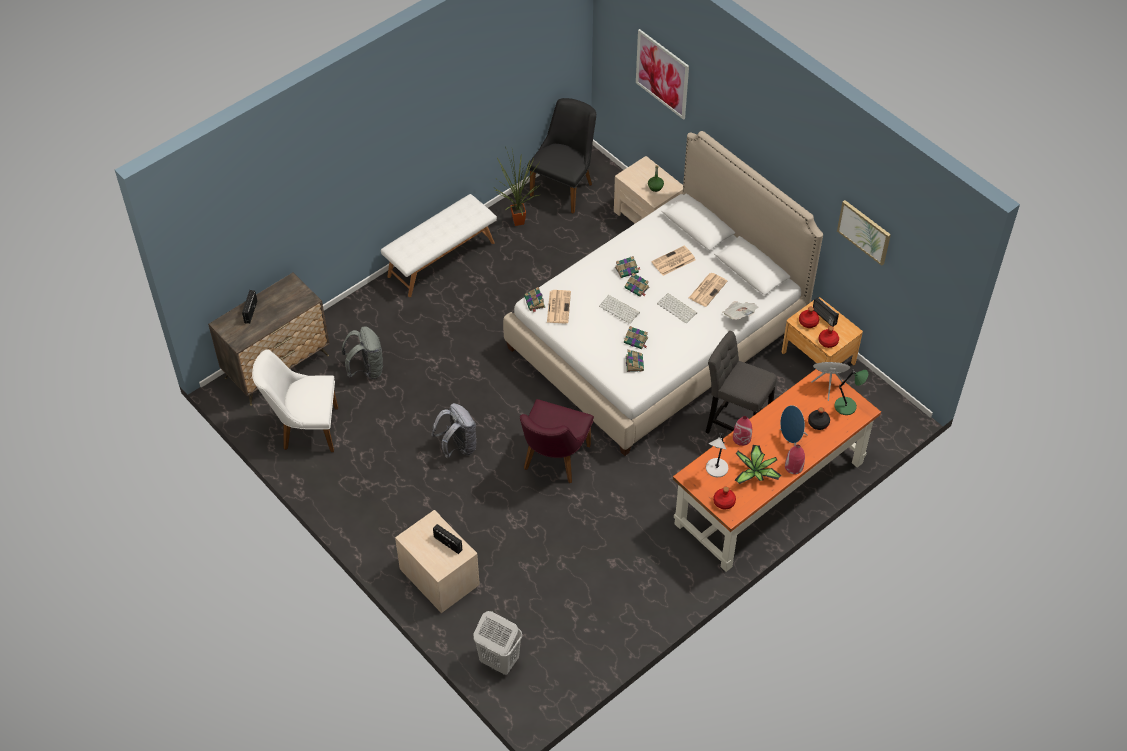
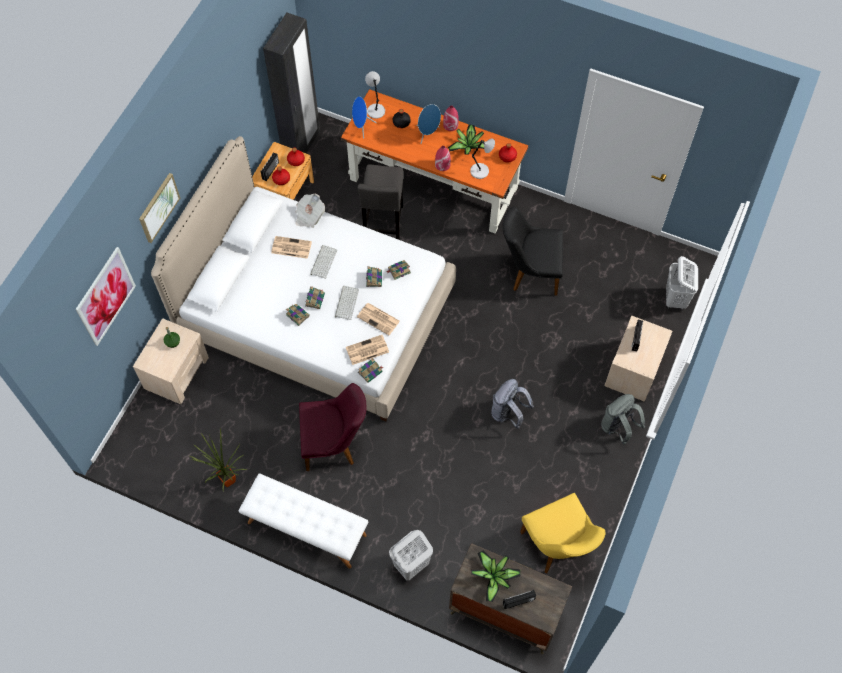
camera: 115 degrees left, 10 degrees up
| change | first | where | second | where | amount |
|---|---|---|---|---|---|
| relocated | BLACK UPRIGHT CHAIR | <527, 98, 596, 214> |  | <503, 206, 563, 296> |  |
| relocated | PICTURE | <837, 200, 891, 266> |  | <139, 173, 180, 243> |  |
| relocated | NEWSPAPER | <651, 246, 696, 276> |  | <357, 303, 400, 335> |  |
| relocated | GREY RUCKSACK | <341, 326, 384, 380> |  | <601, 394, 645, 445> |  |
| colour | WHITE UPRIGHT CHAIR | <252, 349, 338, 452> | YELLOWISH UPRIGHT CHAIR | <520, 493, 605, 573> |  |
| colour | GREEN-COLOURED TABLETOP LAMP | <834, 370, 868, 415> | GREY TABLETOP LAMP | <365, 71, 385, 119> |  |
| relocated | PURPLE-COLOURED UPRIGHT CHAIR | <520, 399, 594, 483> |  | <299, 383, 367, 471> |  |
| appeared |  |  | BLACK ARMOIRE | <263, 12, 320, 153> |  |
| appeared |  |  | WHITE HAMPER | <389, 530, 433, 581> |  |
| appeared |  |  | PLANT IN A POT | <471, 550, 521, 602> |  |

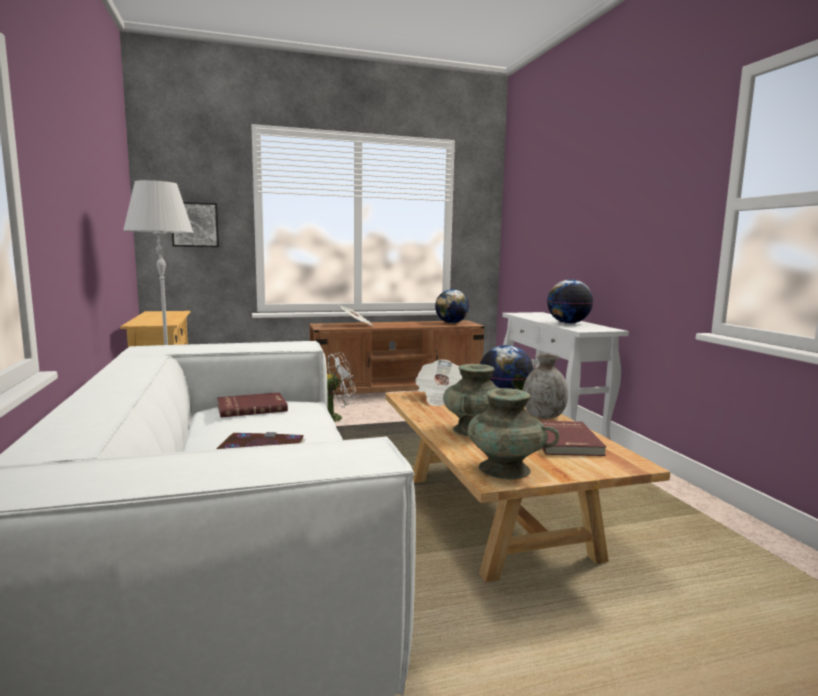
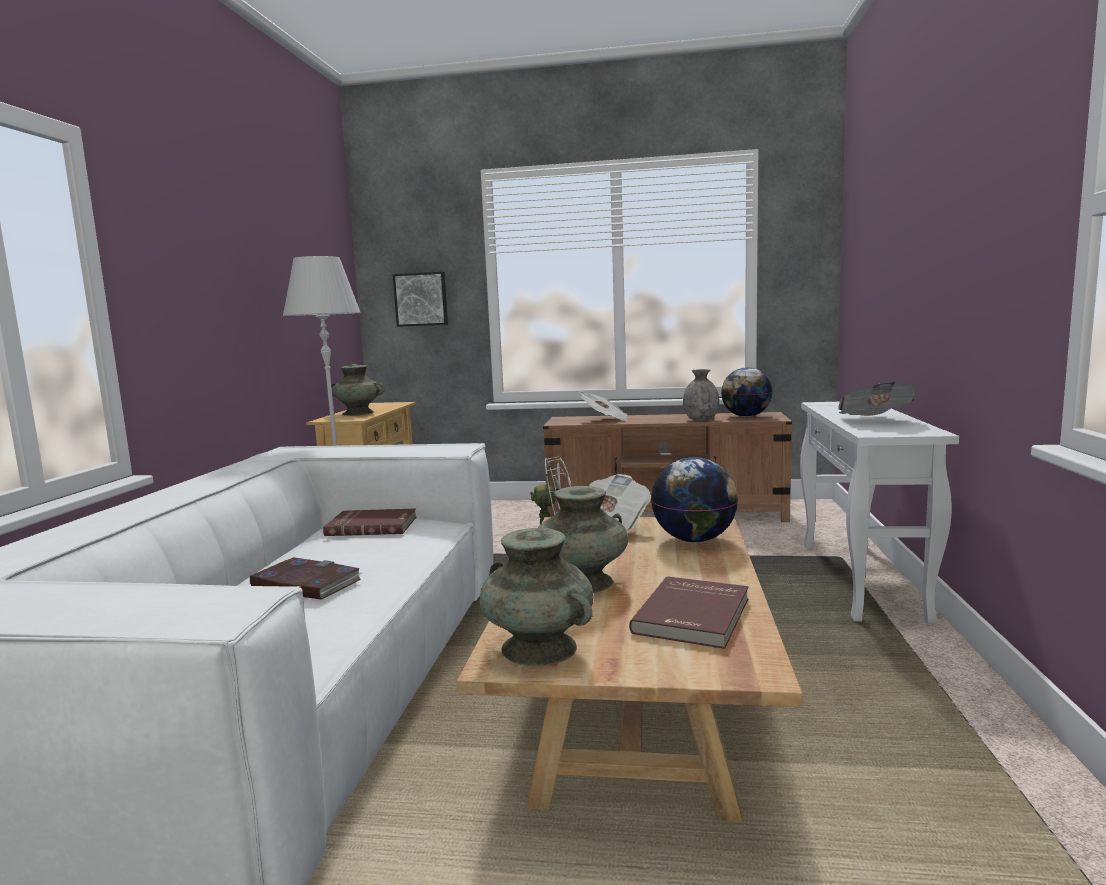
camera: 25 degrees right, 0 degrees up
| change | first | where | second | where | amount |
|---|---|---|---|---|---|
| exchanged | GLOBE | <547, 279, 593, 324> | NEWSPAPER | <838, 382, 915, 416> |  |
| relocated | GREY DECORATIVE VASE | <523, 354, 568, 419> |  | <683, 369, 719, 421> |  |
| appeared |  |  | BLUE-GREEN DECORATIVE VASE | <331, 364, 385, 415> |  |

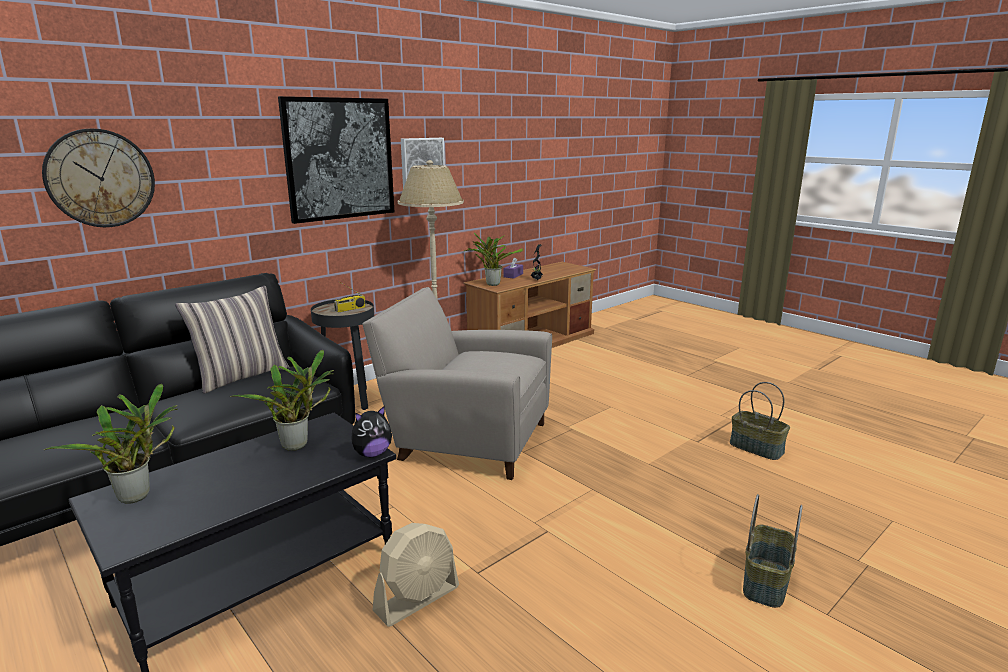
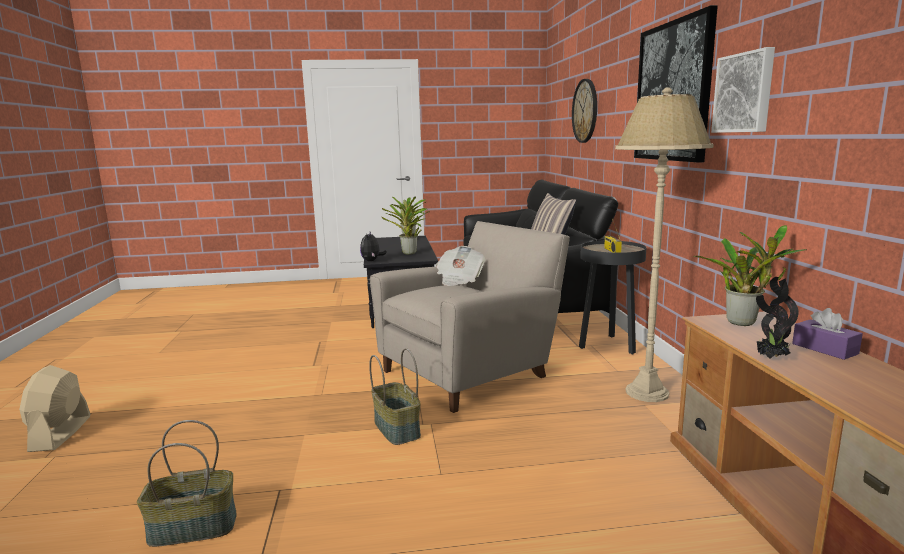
camera: 125 degrees right, 5 degrees down
| change | first | where | second | where | amount |
|---|---|---|---|---|---|
| relocated | STORAGE BASKET | <743, 494, 803, 608> |  | <369, 348, 421, 445> |  |
| relocated | SAND-COLOURED COOLING FAN | <373, 523, 459, 627> |  | <19, 365, 90, 452> |  |
| appeared |  |  | NEWSPAPER | <436, 246, 486, 286> |  |

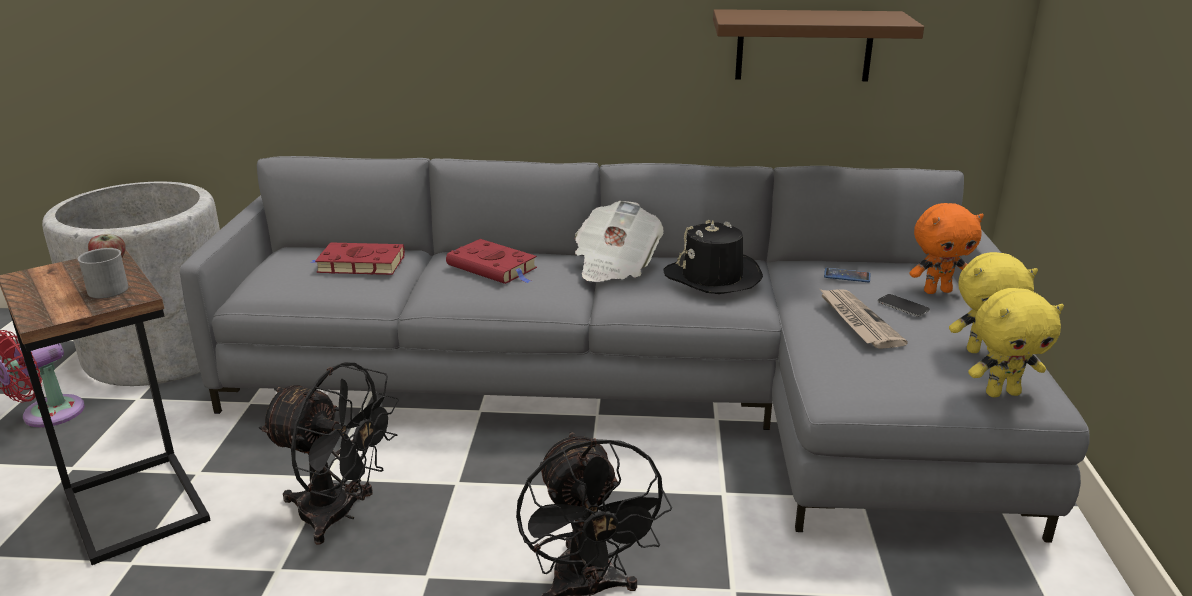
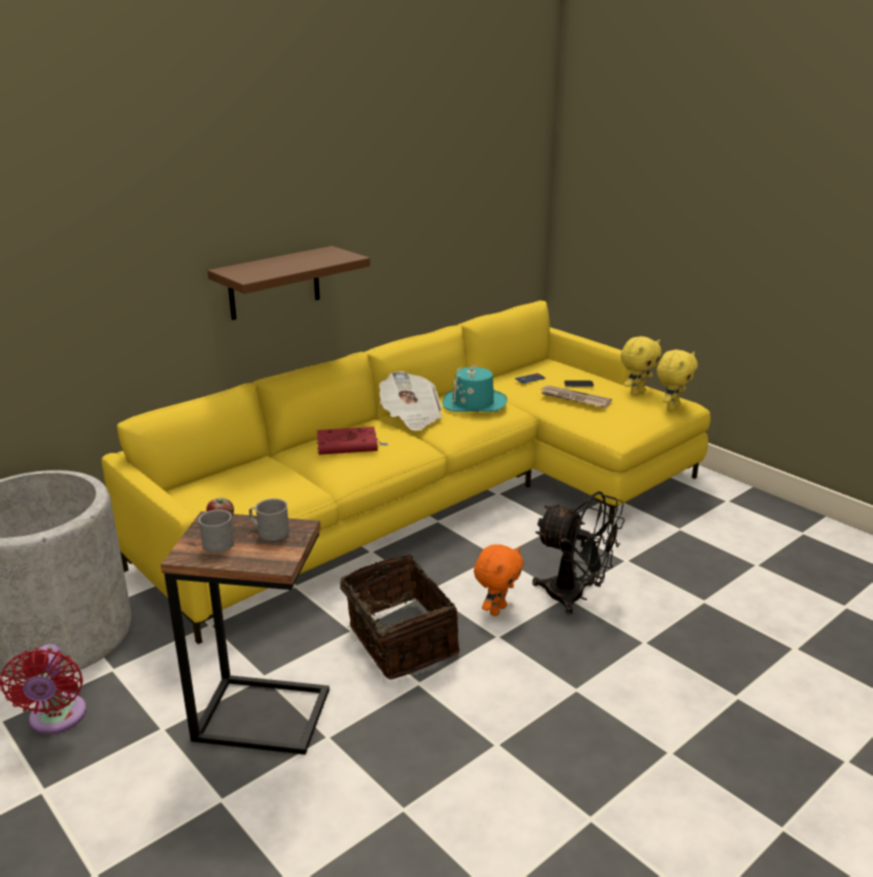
camera: 45 degrees left, 0 degrees up
| change | first | where | second | where | amount |
|---|---|---|---|---|---|
| relocated | BROWNISH BRACKET SHELF | <713, 9, 924, 81> |  | <208, 246, 370, 320> |  |
| colour | GREY COUCH | <180, 156, 1090, 543> | YELLOWISH COUCH | <101, 300, 711, 644> |  |
| relocated | ORANGEY SOFT TOY | <909, 203, 984, 294> |  | <474, 544, 524, 616> |  |
| colour | BLACK CLOTHING HAT | <663, 220, 763, 294> | BLUE-GREEN CLOTHING HAT | <443, 365, 507, 412> |  |
| missing | RED VOLUME | <310, 242, 405, 275> |  |  |  |
| exchanged | BLACK COOLING FAN | <259, 362, 399, 545> | STORAGE BASKET | <340, 554, 460, 680> |  |
| appeared |  |  | GREY TEA MUG | <198, 510, 234, 553> |  |

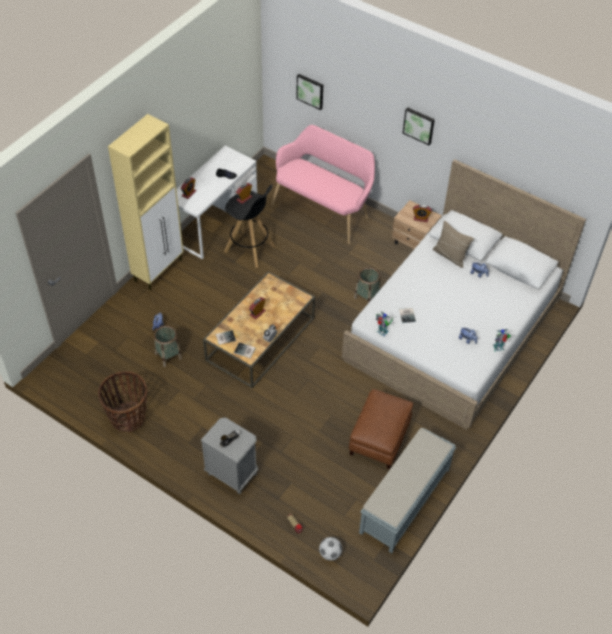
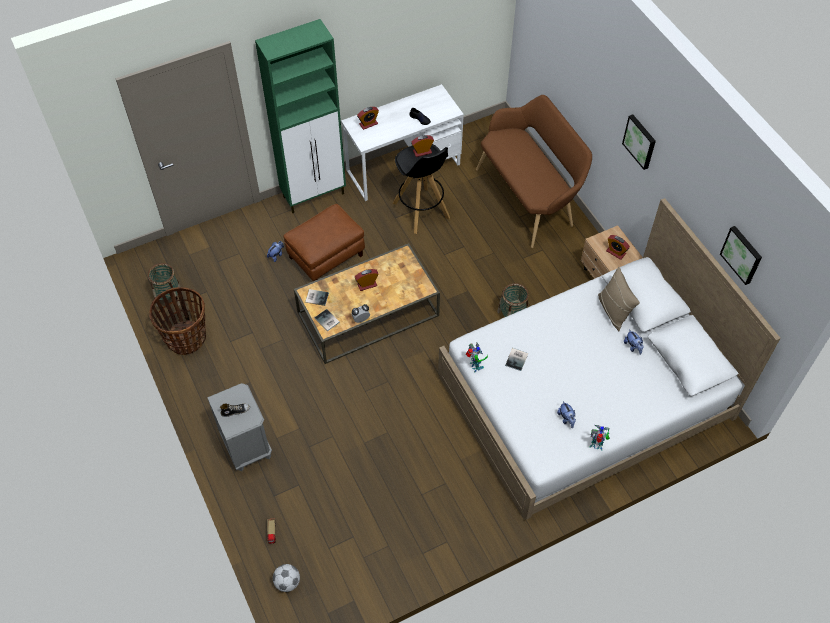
camera: 30 degrees right, 5 degrees up
| change | first | where | second | where | amount |
|---|---|---|---|---|---|
| relocated | PICTURE | <296, 74, 323, 110> |  | <720, 226, 762, 285> |  |
| colour | SAND-COLOURED CUPBOARD | <108, 114, 184, 291> | GREEN-COLOURED CUPBOARD | <255, 19, 346, 213> |  |
| colour | PINK-COLOURED INDOOR BENCH | <271, 125, 375, 244> | BROWNISH INDOOR BENCH | <476, 95, 592, 248> |  |
| relocated | STORAGE BASKET | <154, 326, 182, 367> |  | <148, 263, 181, 307> |  |
| relocated | BROWNISH FOOTREST | <349, 389, 413, 469> |  | <284, 204, 365, 281> |  |
| missing | GREY INDOOR BENCH | <359, 428, 456, 553> |  |  |  |

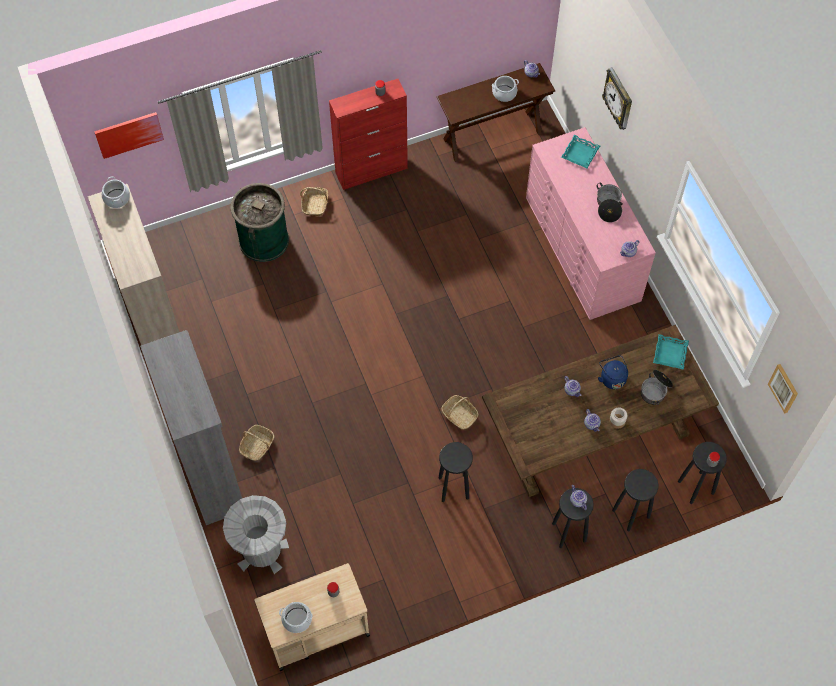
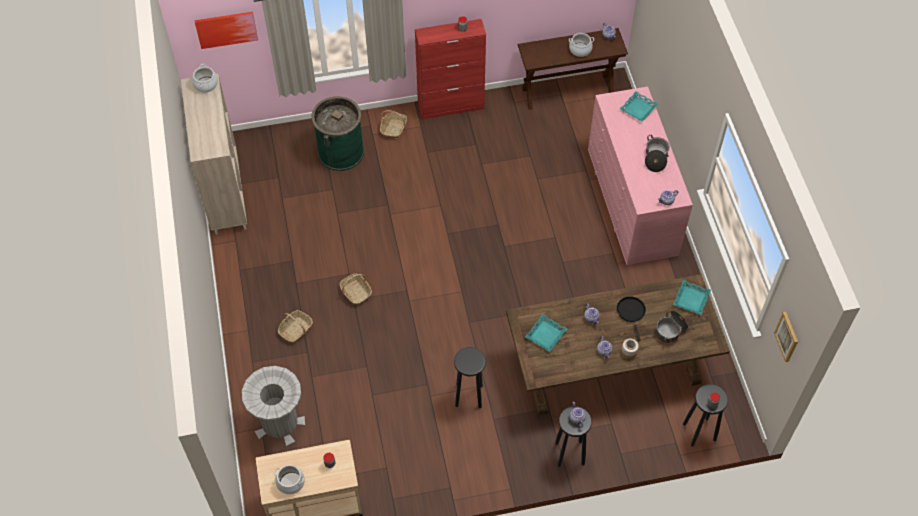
camera: 10 degrees right, 5 degrees down
| change | first | where | second | where | amount |
|---|---|---|---|---|---|
| missing | WALL CLOCK | <602, 67, 632, 130> |  |  |  |
| missing | GREY BOOKSHELF | <140, 330, 242, 525> |  |  |  |
| exchanged | BLUE WATER KETTLE | <598, 355, 628, 389> | BLACK FRYING PAN | <617, 296, 646, 341> |  |
| relocated | STORAGE BASKET | <441, 395, 479, 430> |  | <340, 273, 372, 305> |  |
| missing | BLACK STOOL | <612, 469, 659, 531> |  |  |  |
| appeared |  |  | BLUE-GREEN SERVING TRAY | <525, 314, 567, 352> |  |

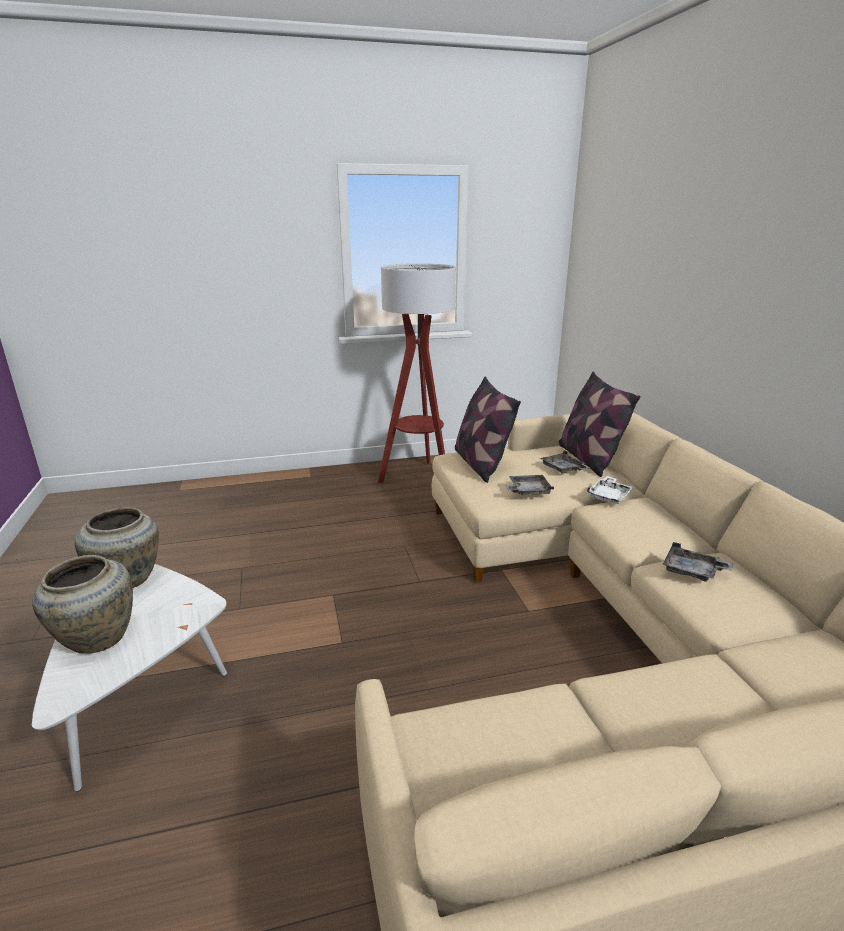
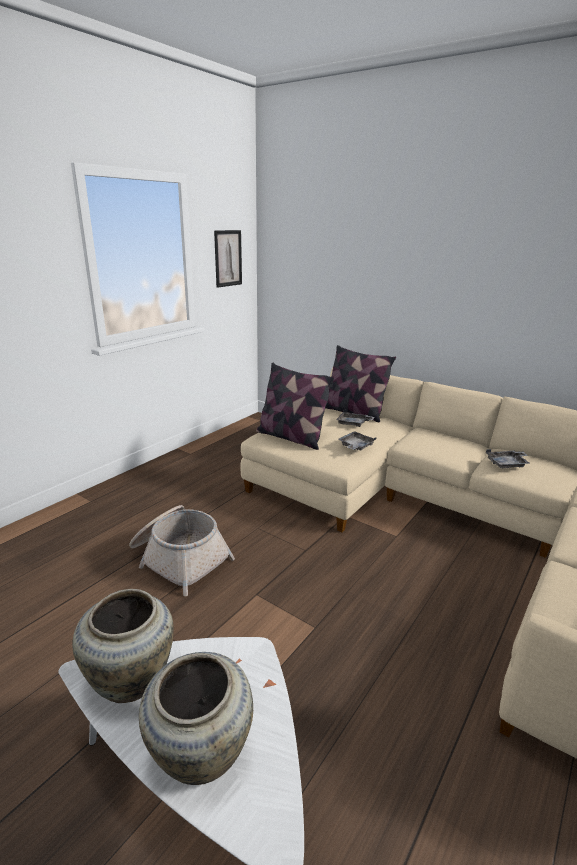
camera: 40 degrees left, 0 degrees up
| change | first | where | second | where | amount |
|---|---|---|---|---|---|
| missing | STANDING LAMP | <378, 263, 456, 483> |  |  |  |
| missing | WHITE SERVING TRAY | <587, 476, 634, 504> |  |  |  |
| appeared |  |  | PICTURE | <214, 230, 242, 288> |  |
| appeared |  |  | STORAGE BASKET | <129, 505, 235, 596> |  |

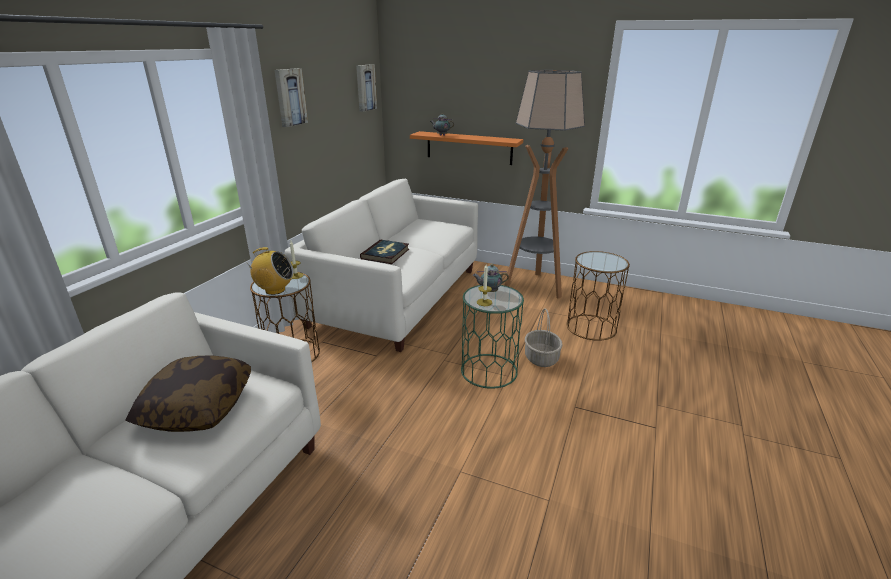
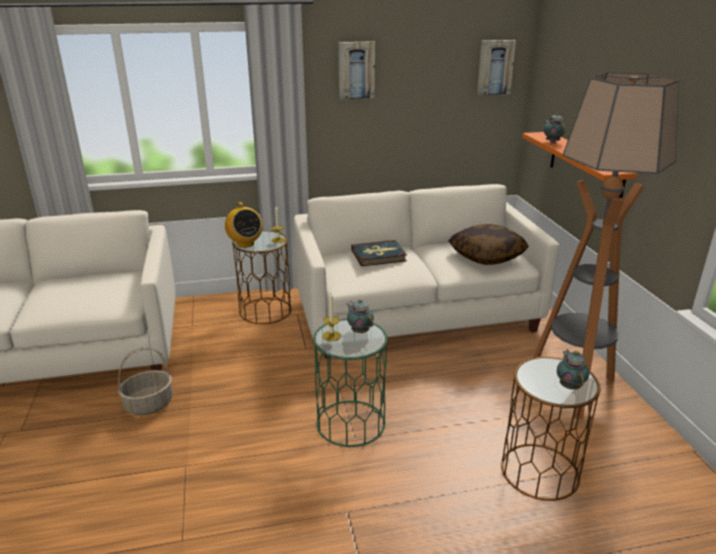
camera: 55 degrees right, 0 degrees up
| change | first | where | second | where | amount |
|---|---|---|---|---|---|
| relocated | STORAGE BASKET | <525, 308, 563, 367> |  | <118, 347, 173, 415> |  |
| relocated | CUSHION | <125, 355, 251, 432> |  | <448, 224, 529, 265> |  |
| appeared |  |  | TEA POT | <557, 349, 589, 390> |  |

